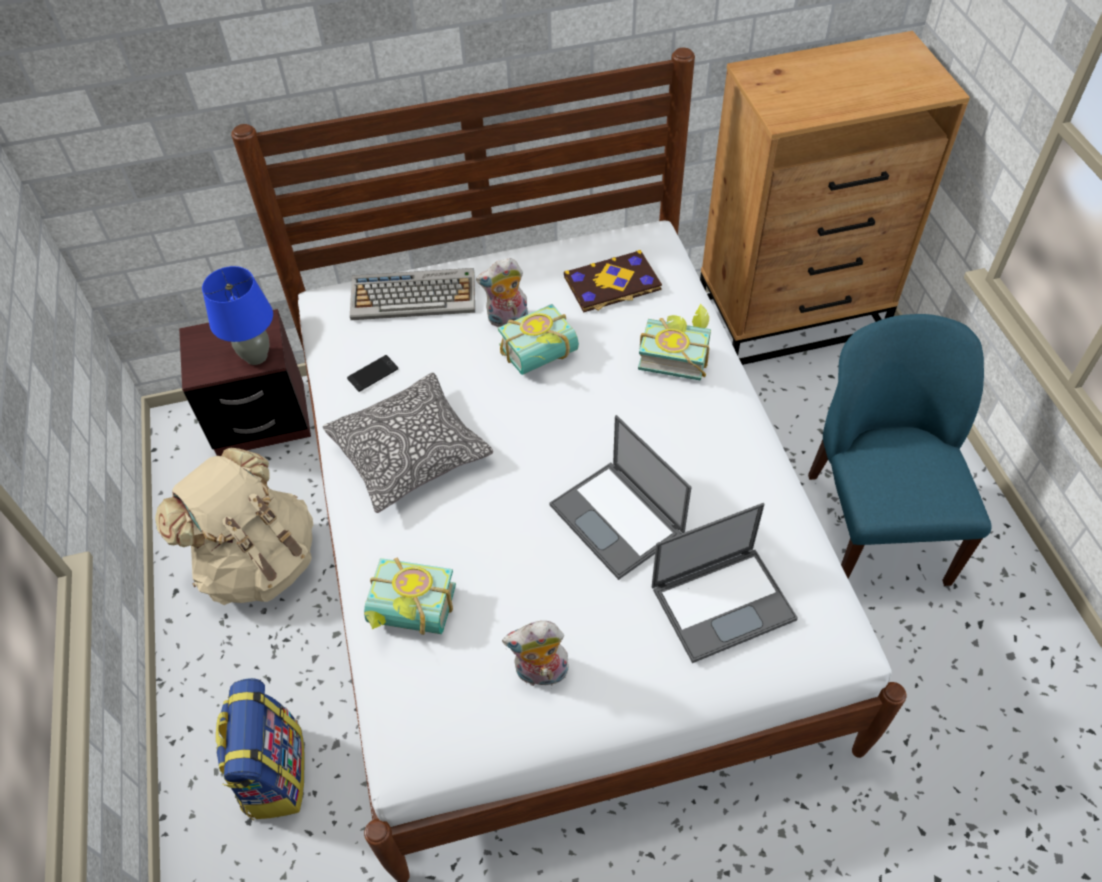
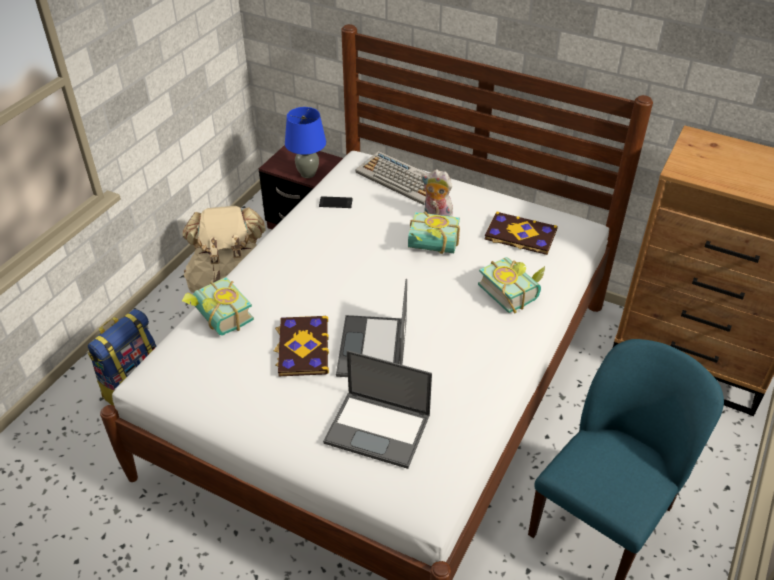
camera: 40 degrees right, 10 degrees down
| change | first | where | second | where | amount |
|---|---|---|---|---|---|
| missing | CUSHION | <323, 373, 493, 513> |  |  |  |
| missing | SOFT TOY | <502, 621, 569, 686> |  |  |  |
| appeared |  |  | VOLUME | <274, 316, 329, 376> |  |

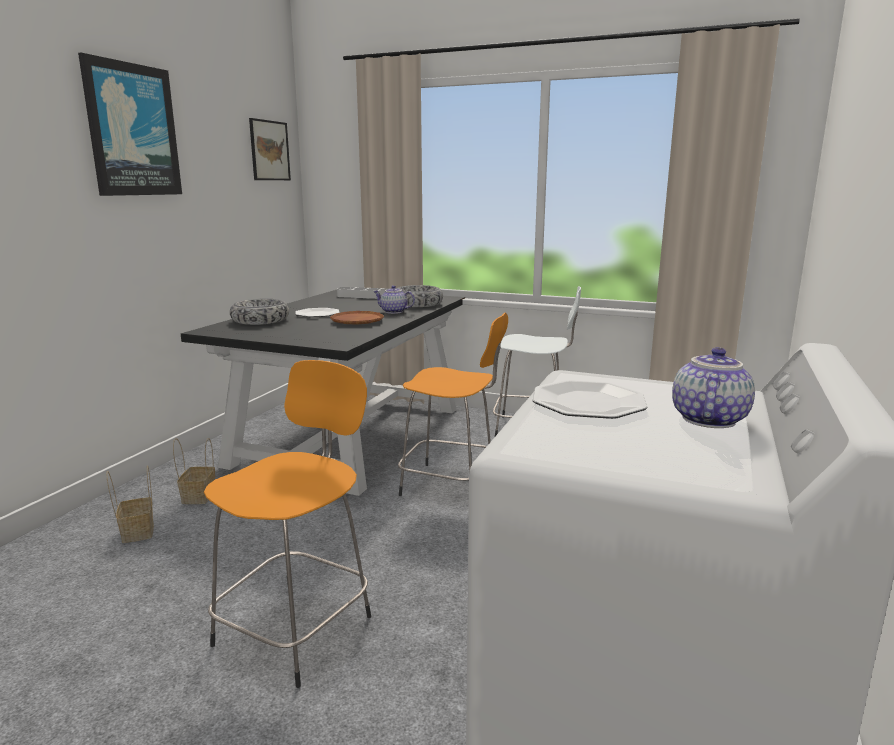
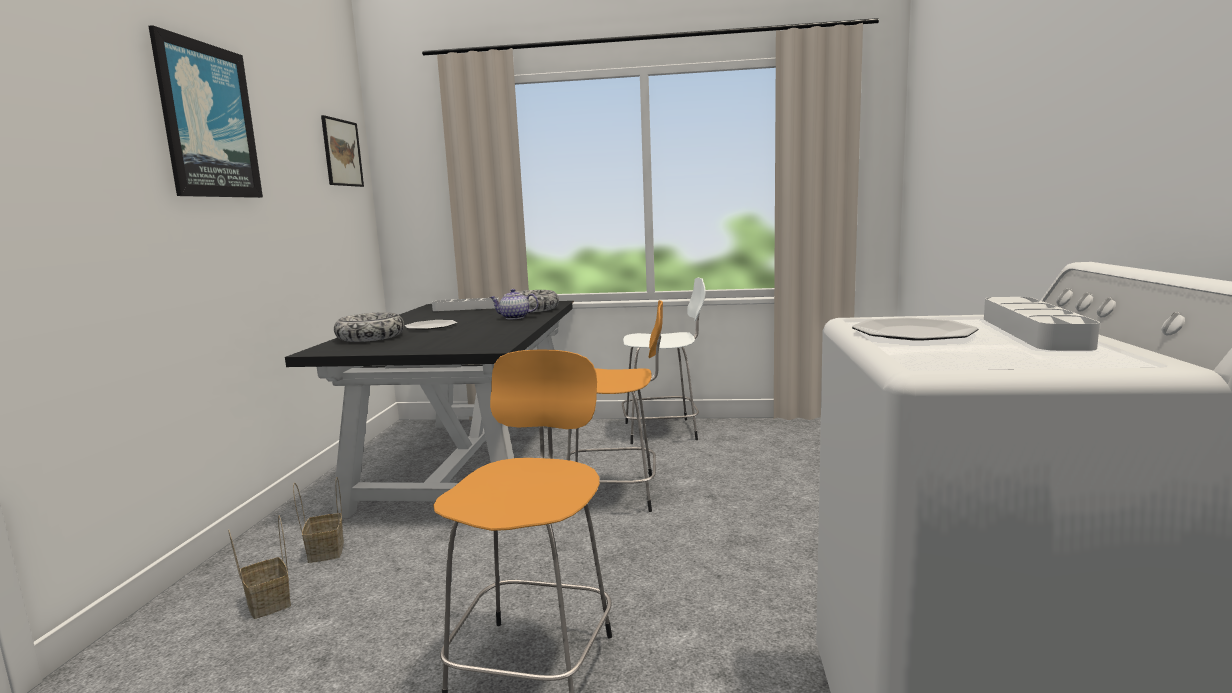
camera: 15 degrees left, 5 degrees down
| change | first | where | second | where | amount |
|---|---|---|---|---|---|
| missing | BROWNISH DINNER PLATE | <330, 311, 384, 324> |  |  |  |
| exchanged | TEA POT | <672, 347, 755, 428> | GREY SERVING TRAY | <984, 297, 1100, 351> |  |

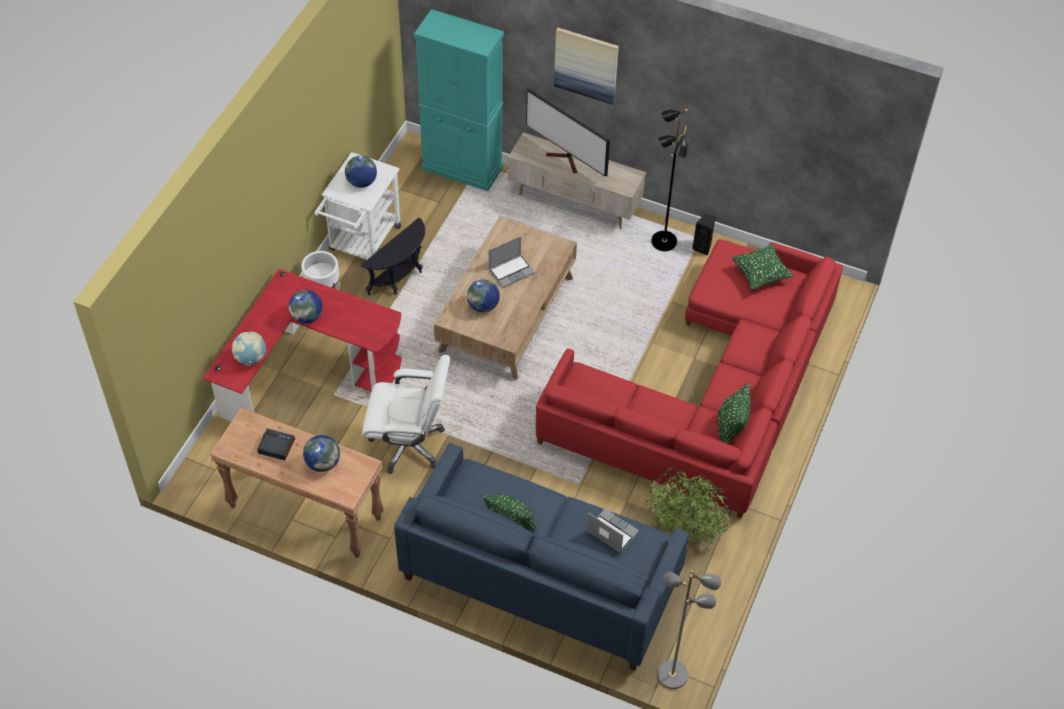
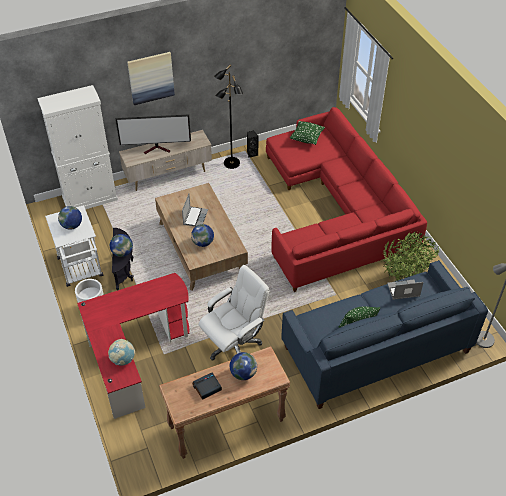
camera: 45 degrees left, 5 degrees down
| change | first | where | second | where | amount |
|---|---|---|---|---|---|
| colour | BLUE-GREEN CUPBOARD | <414, 9, 504, 191> | WHITE CUPBOARD | <38, 85, 118, 209> |  |
| relocated | GLOBE | <289, 290, 323, 324> |  | <110, 234, 133, 257> |  |
| missing | GREEN-COLOURED CUSHION | <717, 383, 751, 443> |  |  |  |

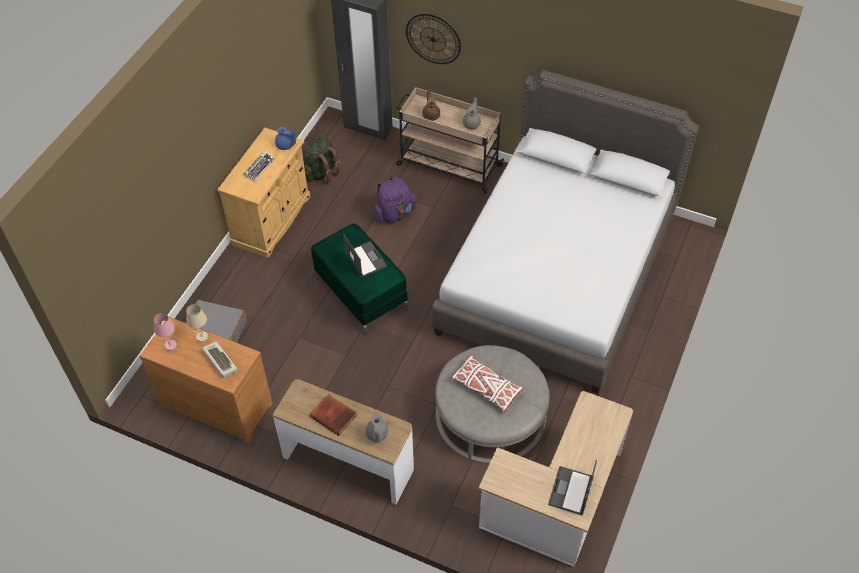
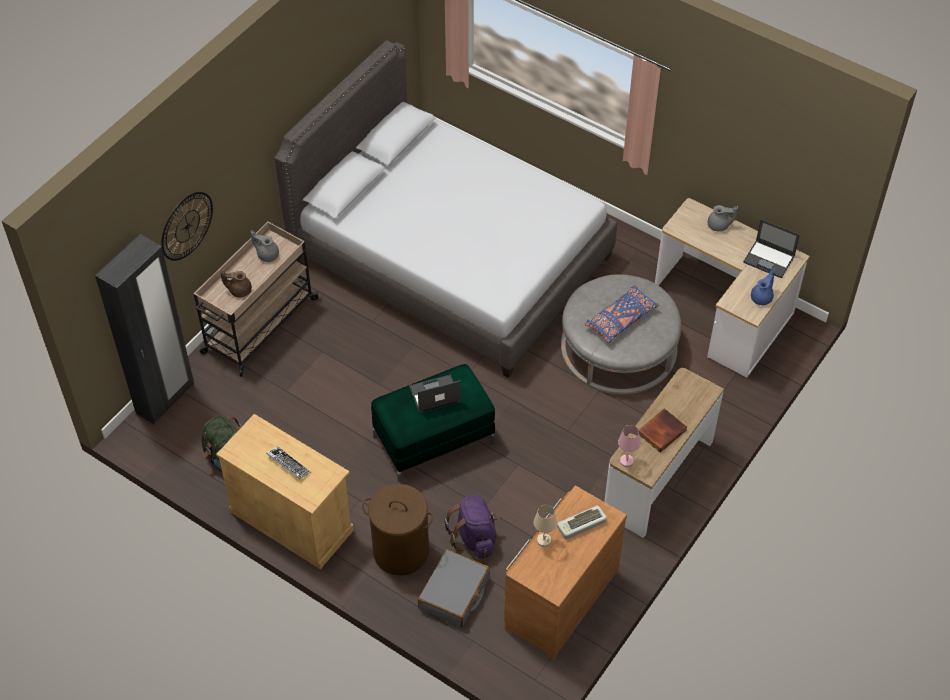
camera: 80 degrees left, 0 degrees up
| change | first | where | second | where | amount |
|---|---|---|---|---|---|
| relocated | BLUE TEA POT | <275, 127, 296, 150> |  | <751, 268, 775, 305> |  |
| relocated | PURPLE-COLOURED RUCKSACK | <373, 176, 417, 223> |  | <444, 495, 499, 558> |  |
| relocated | PINK-COLOURED TABLETOP LAMP | <154, 313, 177, 351> |  | <618, 425, 641, 467> |  |
| colour | WHITE CUSHION | <451, 355, 525, 413> | BLUE CUSHION | <584, 285, 659, 343> |  |
| relocated | GREY TEA POT | <366, 415, 388, 443> |  | <708, 205, 738, 232> |  |
| appeared |  |  | BROWNISH HAMPER | <362, 484, 433, 576> |  |

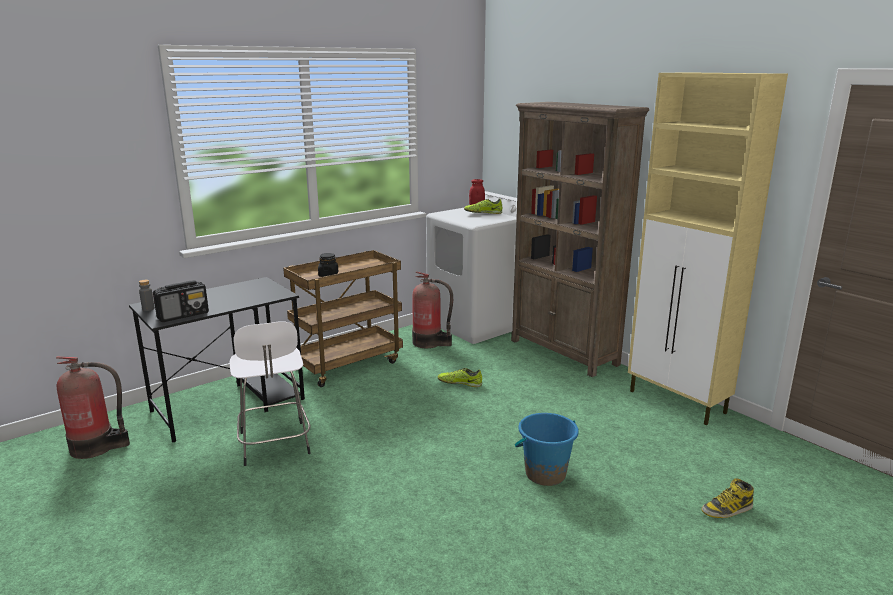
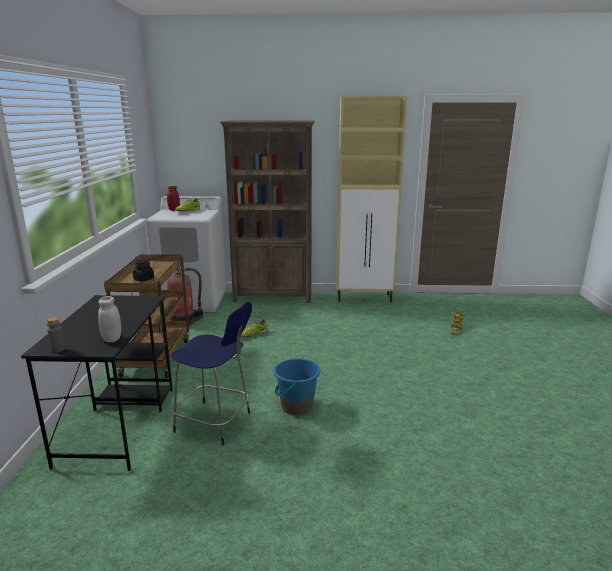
camera: 50 degrees left, 0 degrees up
| change | first | where | second | where | amount |
|---|---|---|---|---|---|
| exchanged | RADIO RECEIVER | <153, 280, 209, 322> | WHITE PRESERVE JAR | <98, 296, 121, 342> |  |
| colour | WHITE STOOL | <230, 322, 311, 466> | BLUE STOOL | <171, 302, 252, 445> |  |
| missing | FIRE EXTINGUISHER | <56, 356, 130, 459> |  |  |  |
| relocated | BLUE WATER BUCKET | <515, 413, 579, 486> |  | <274, 358, 320, 415> |  |

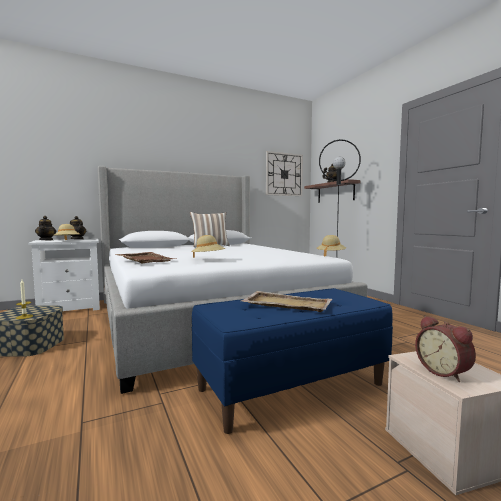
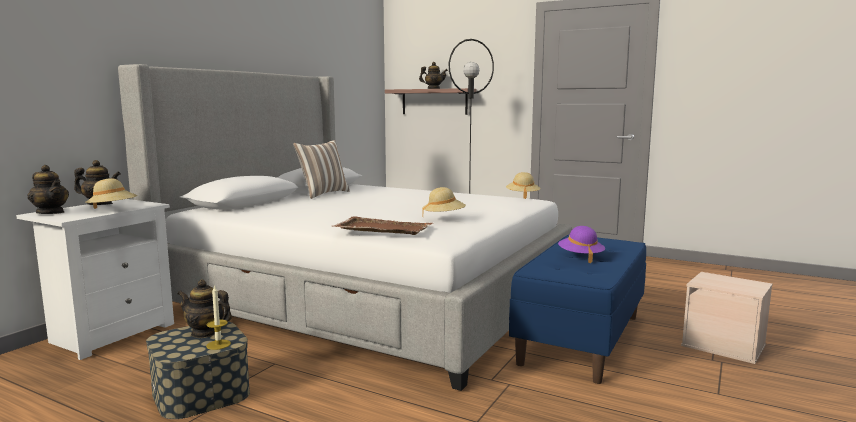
camera: 35 degrees left, 5 degrees up
| change | first | where | second | where | amount |
|---|---|---|---|---|---|
| missing | WALL CLOCK | <266, 151, 303, 196> |  |  |  |
| exchanged | SAND-COLOURED SERVING TRAY | <240, 291, 332, 312> | PURPLE-COLOURED CLOTHING HAT | <558, 226, 605, 263> |  |
| missing | BEDSIDE CLOCK | <415, 316, 476, 382> |  |  |  |
| appeared |  |  | TEA POT | <177, 280, 232, 338> |  |

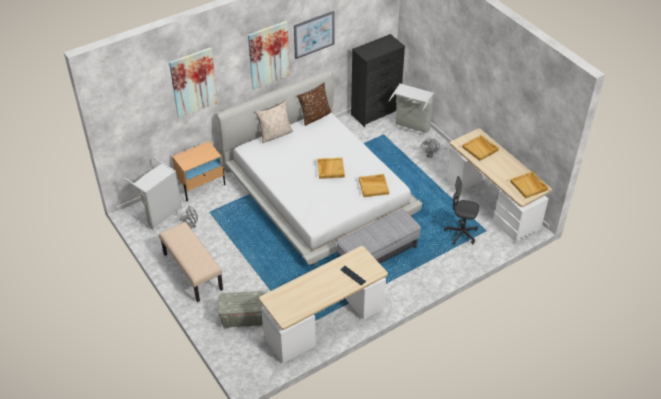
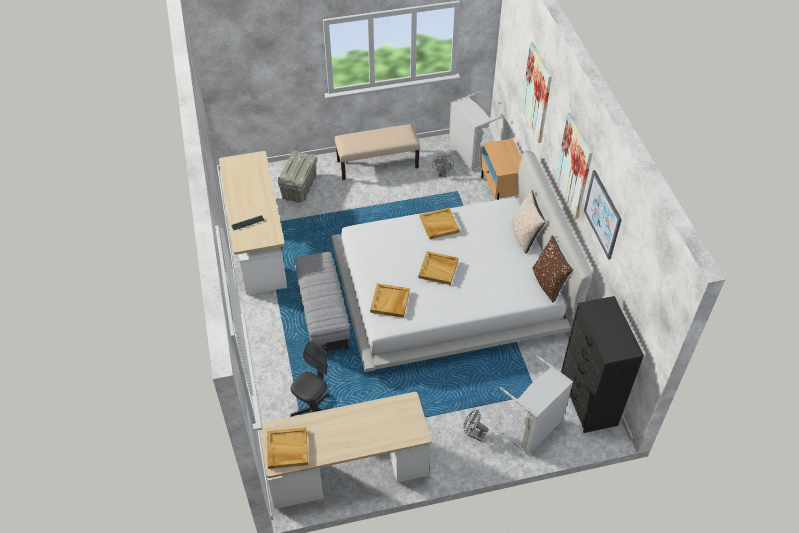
camera: 110 degrees right, 5 degrees up
| change | first | where | second | where | amount |
|---|---|---|---|---|---|
| relocated | SAND-COLOURED SERVING TRAY | <462, 135, 499, 161> |  | <420, 208, 460, 239> |  |

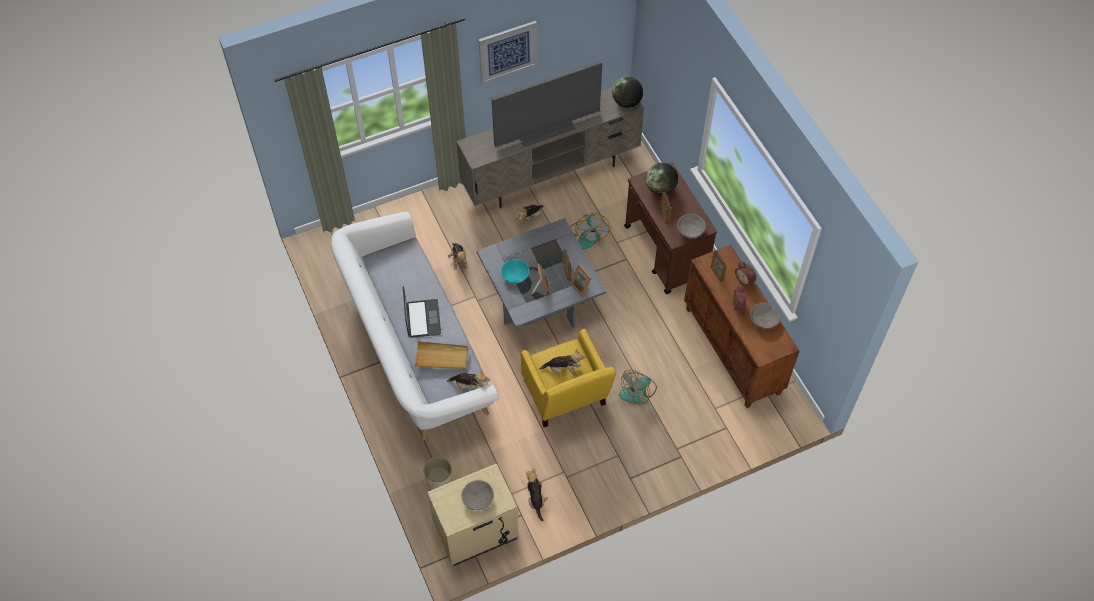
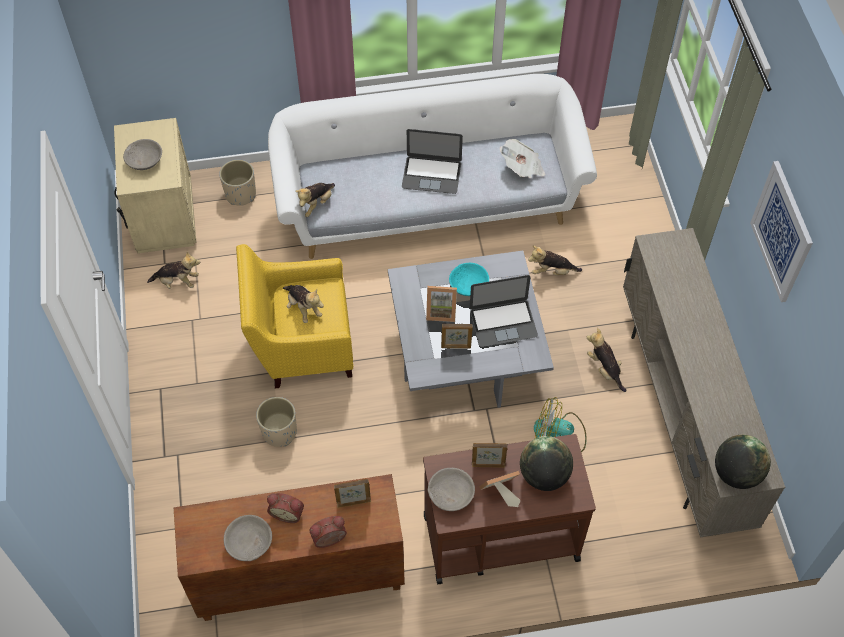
camera: 105 degrees right, 0 degrees up
| change | first | where | second | where | amount |
|---|---|---|---|---|---|
| missing | TV | <492, 60, 602, 148> |  |  |  |
| relocated | PHOTO FRAME | <570, 264, 592, 297> |  | <479, 471, 520, 507> |  |
| missing | SAND-COLOURED SERVING TRAY | <414, 341, 468, 370> |  |  |  |
| spun | SOFT TOY | <540, 349, 585, 376> |  | <283, 285, 324, 323> | 60 degrees counterclockwise |
| exchanged | COOLING FAN | <619, 370, 657, 405> | SAND-COLOURED FLOWER POT | <256, 397, 297, 447> |  |
| appeared |  |  | NEWSPAPER | <500, 139, 545, 178> |  |
| appeared |  |  | NOTEBOOK COMPUTER | <470, 275, 538, 347> |  |

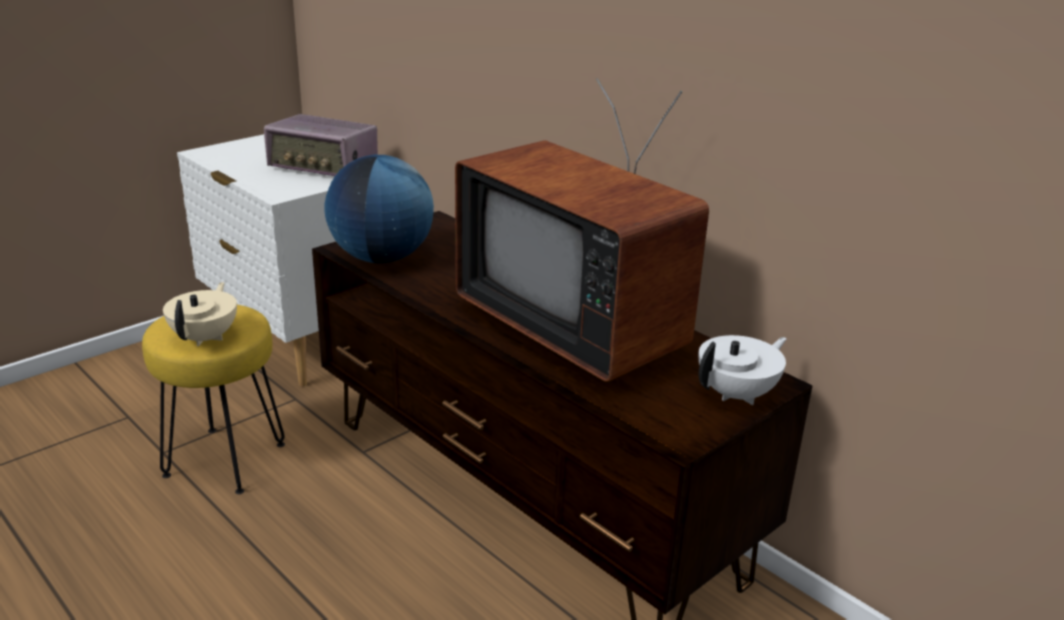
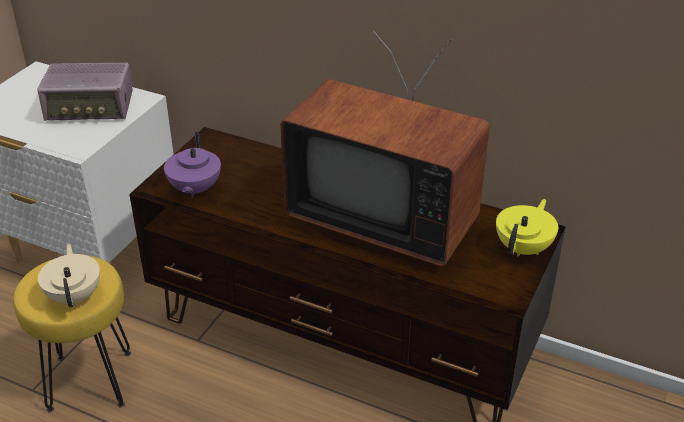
camera: 20 degrees left, 10 degrees up
| change | first | where | second | where | amount |
|---|---|---|---|---|---|
| exchanged | GLOBE | <324, 155, 434, 263> | PURPLE-COLOURED TEA POT | <164, 132, 221, 198> |  |
| colour | WHITE TEA POT | <699, 335, 787, 405> | YELLOWISH TEA POT | <496, 199, 558, 257> |  |

